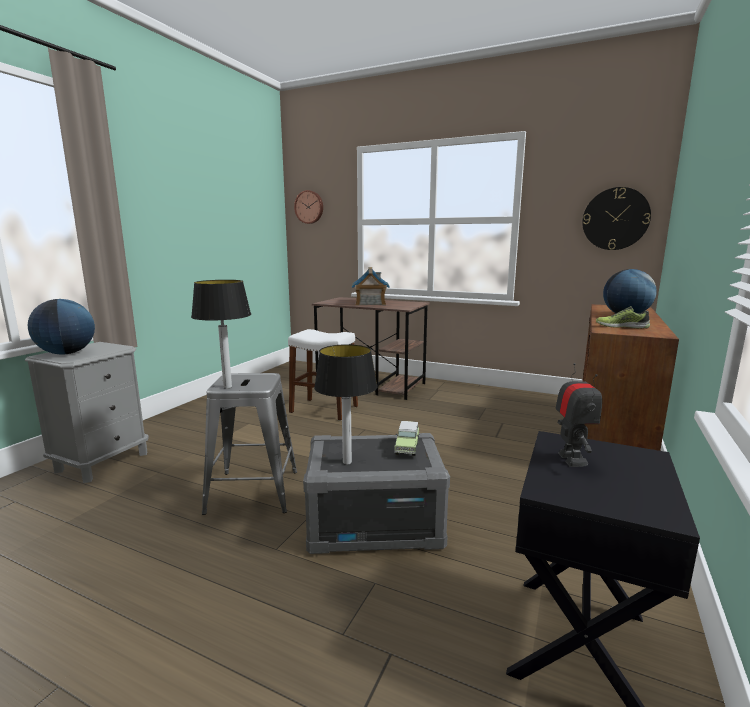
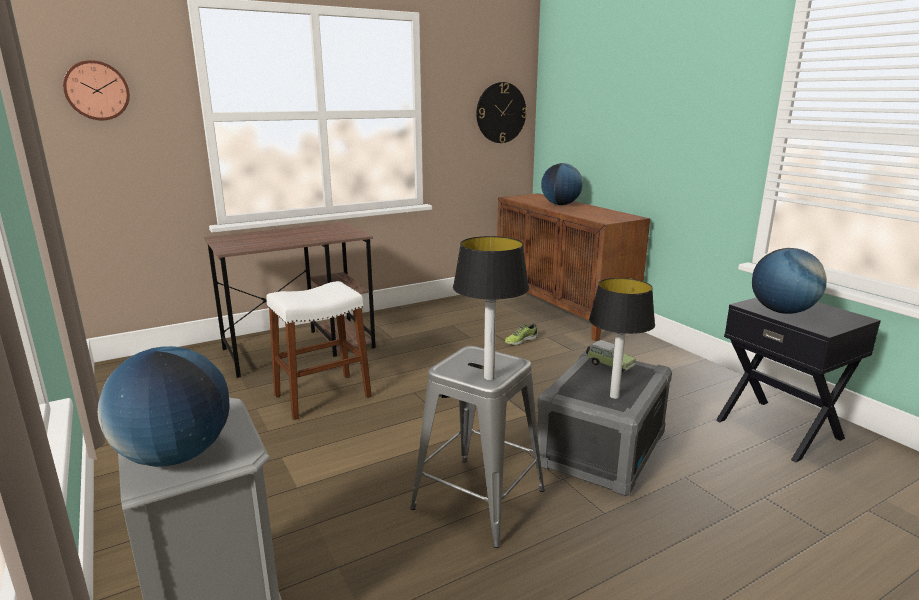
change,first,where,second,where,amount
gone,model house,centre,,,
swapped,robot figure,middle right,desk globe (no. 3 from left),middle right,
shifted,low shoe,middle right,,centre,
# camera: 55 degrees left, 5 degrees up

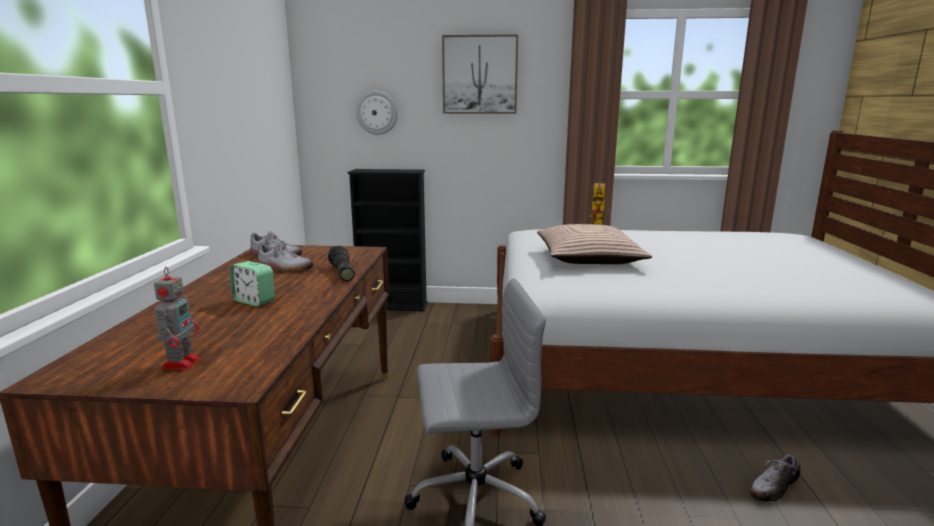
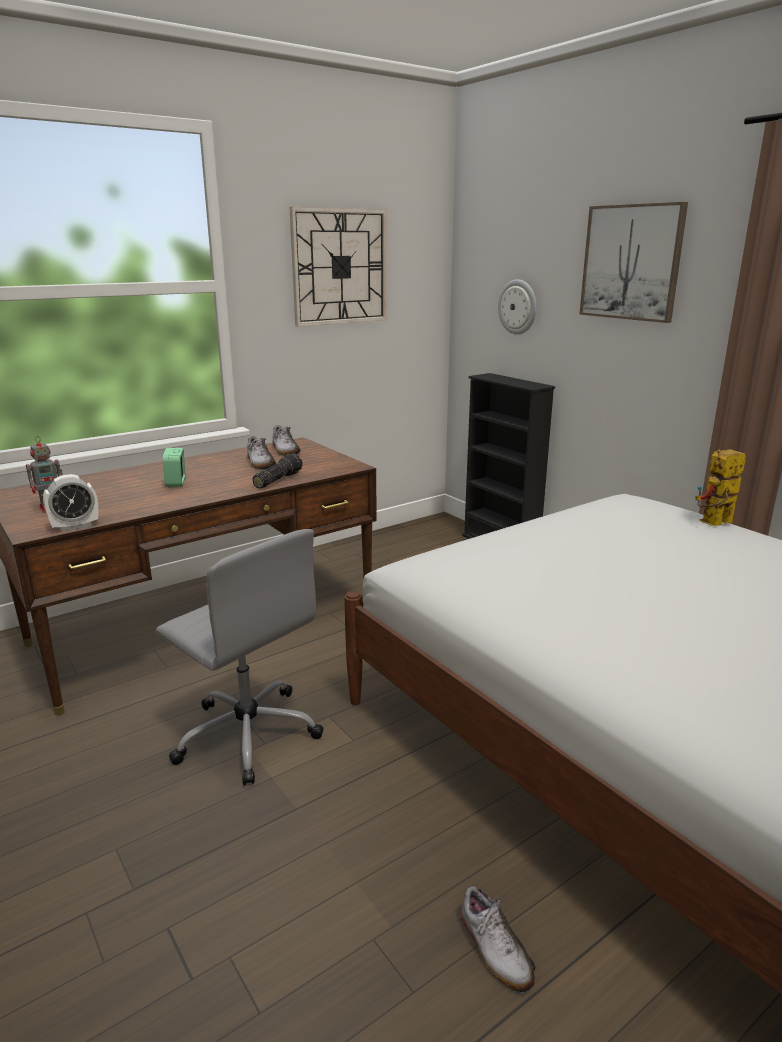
change,first,where,second,where,amount
gone,throw pillow,centre,,,
rotated,low shoe (no. 3 from left),bottom right,,bottom centre,135 degrees counterclockwise
new,,,alarm clock (no. 1 from left),middle left,
new,,,clock on the wall (no. 1 from left),top centre,
# camera: 50 degrees right, 5 degrees up

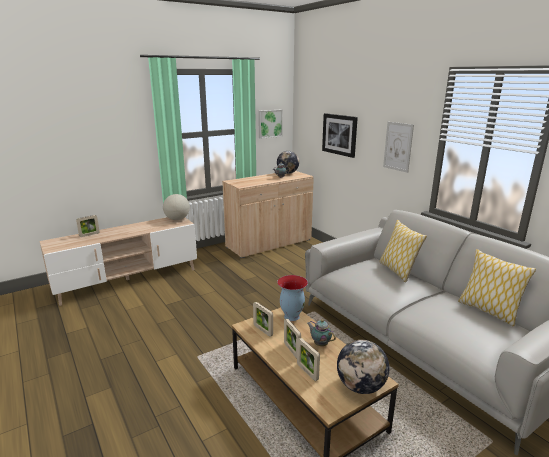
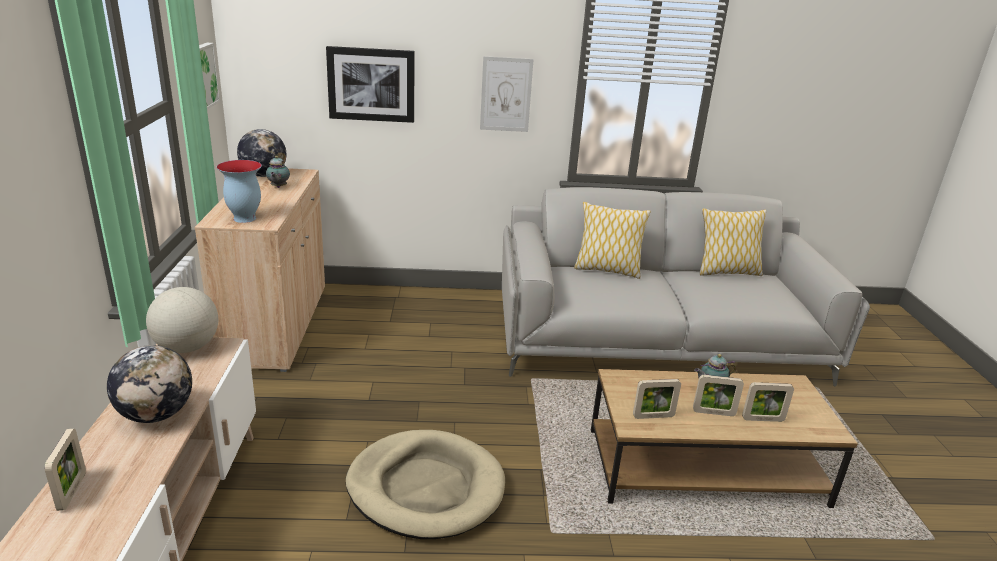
change,first,where,second,where,amount
shifted,vase,centre,,middle left,
shifted,desk globe (no. 3 from left in the first image),bottom centre,desk globe (no. 1 from left),bottom left,
new,,,sand-coloured pet bed,bottom centre,
# camera: 60 degrees left, 5 degrees up

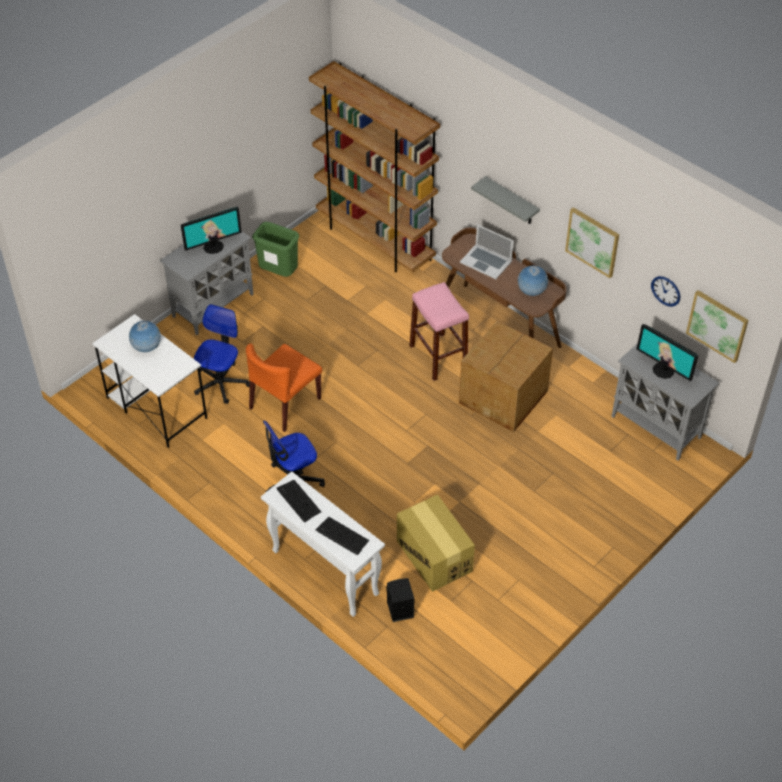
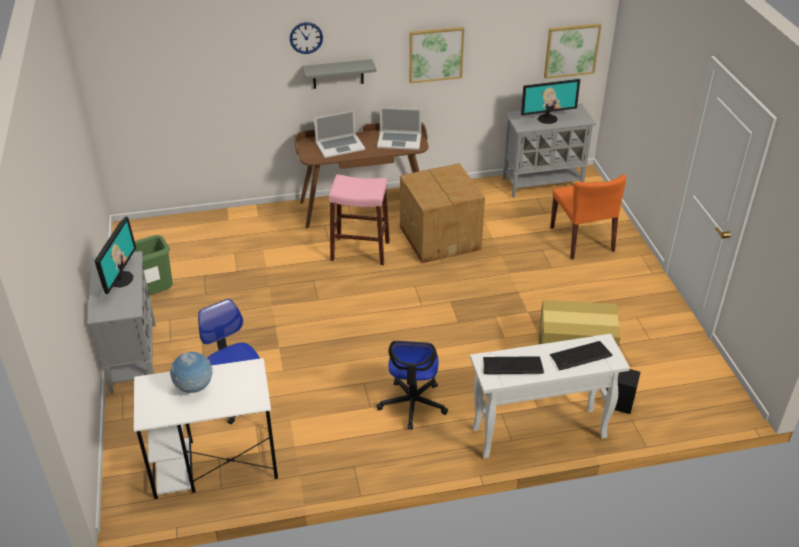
change,first,where,second,where,amount
shifted,orangey upright chair,centre,,middle right,
gone,brownish bookshelf,top centre,,,
swapped,desk globe (no. 2 from left),middle right,notebook computer (no. 2 from left),top centre,
shifted,clock on the wall,middle right,,top centre,
# camera: 55 degrees left, 10 degrees down

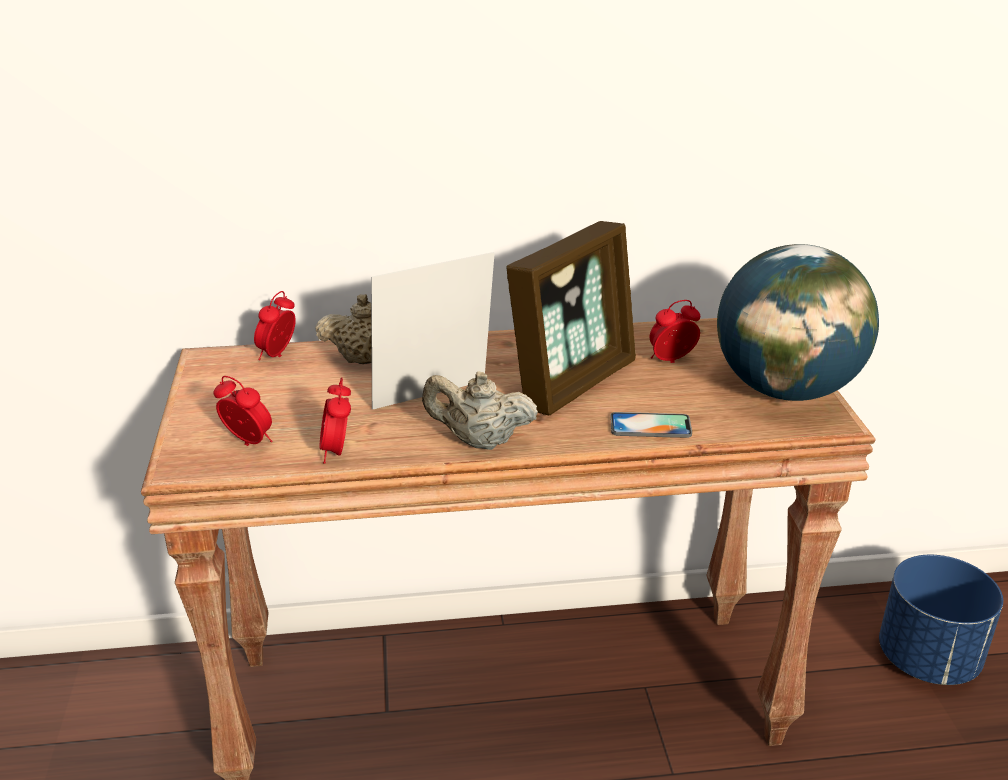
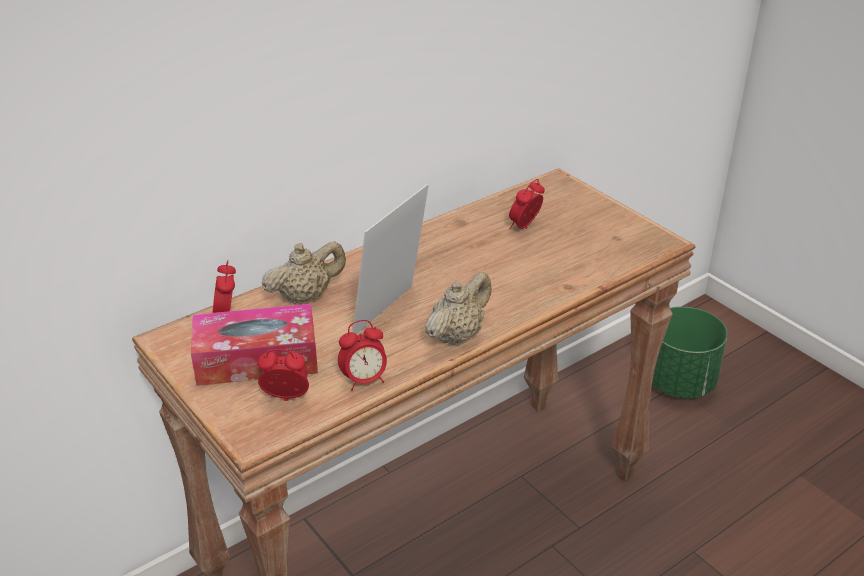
change,first,where,second,where,amount
rotated,alarm clock (no. 3 from left),middle left,,centre,75 degrees counterclockwise
rotated,sand-coloured tea pot (no. 2 from left),centre,,centre,150 degrees clockwise
gone,photo frame (no. 2 from left),centre,,,
gone,phone,centre,,,
gone,desk globe,middle right,,,
repainted,bluish flower pot,bottom right,greenish flower pot,middle right,
new,,,tissue box,middle left,
# camera: 30 degrees left, 5 degrees up

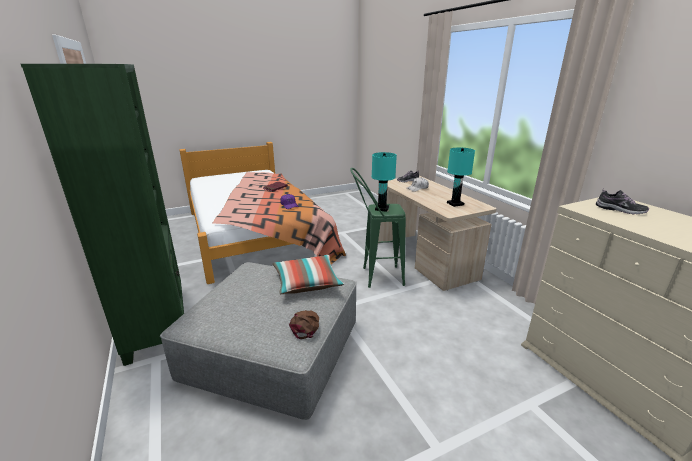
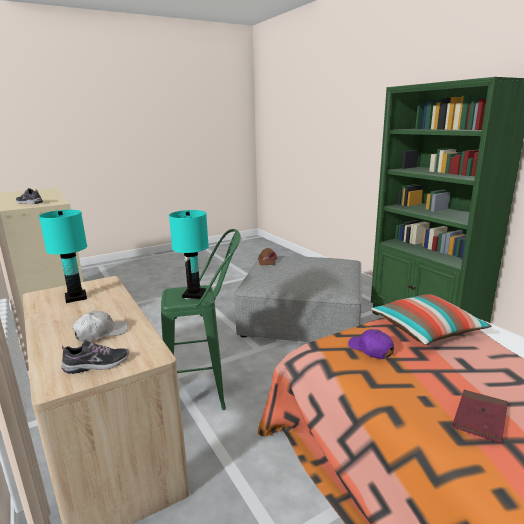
change,first,where,second,where,amount
shifted,throw pillow,centre,,middle right,
# camera: 175 degrees right, 5 degrees down

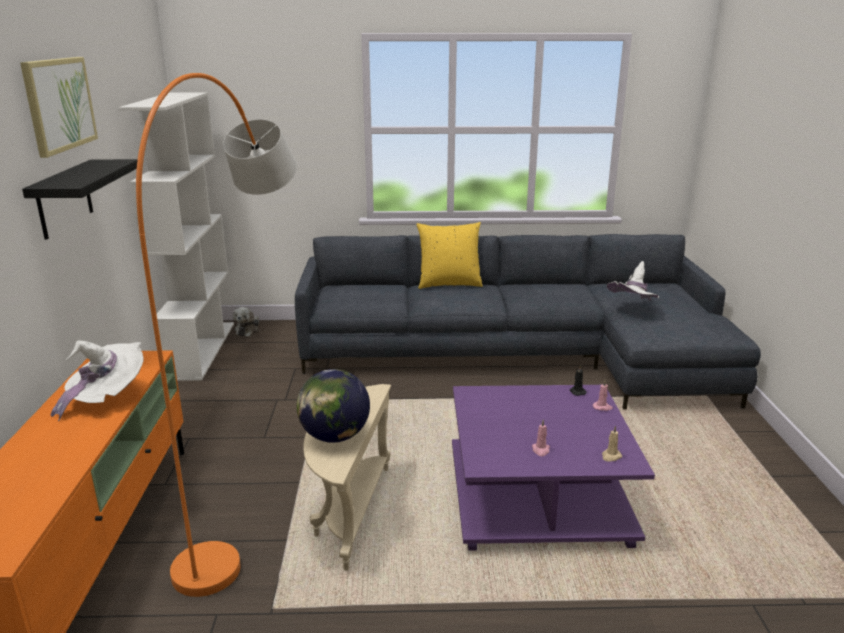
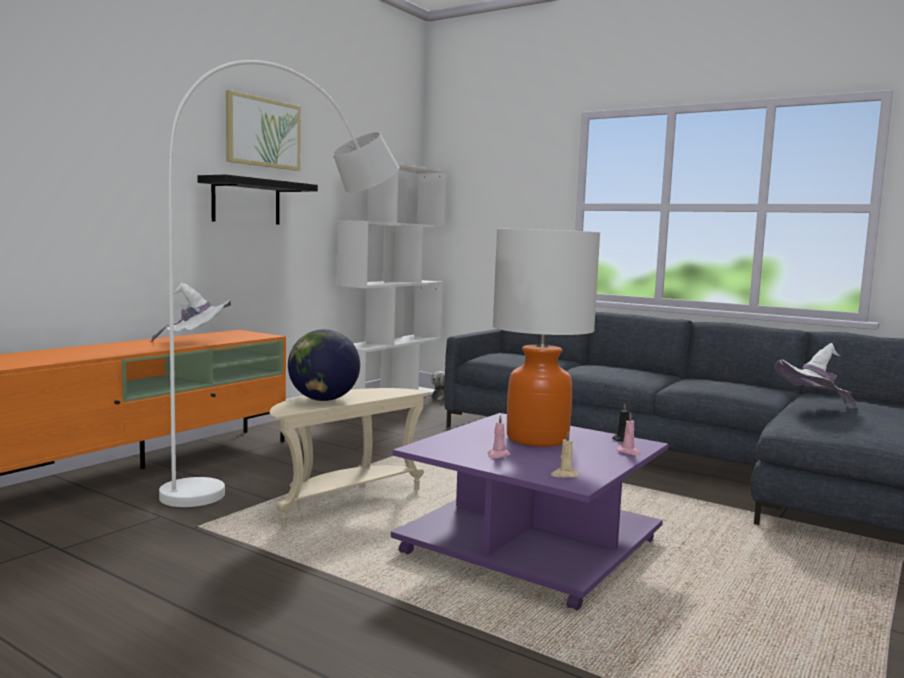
change,first,where,second,where,amount
repainted,orangey standing lamp,middle left,whitish standing lamp,middle left,
gone,yellow-coloured throw pillow,centre,,,
new,,,lamp for a table,centre,
# camera: 35 degrees right, 15 degrees down

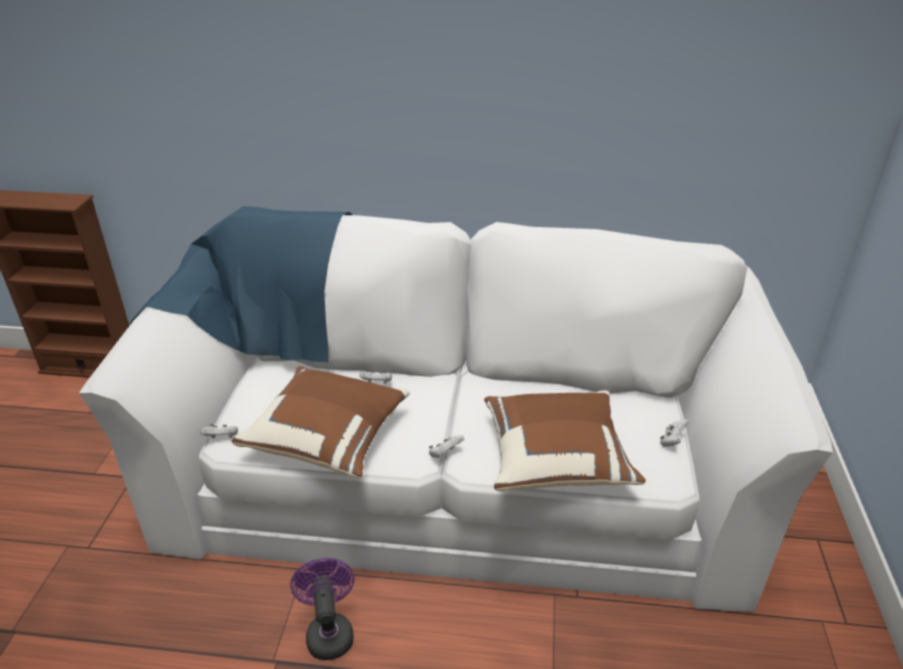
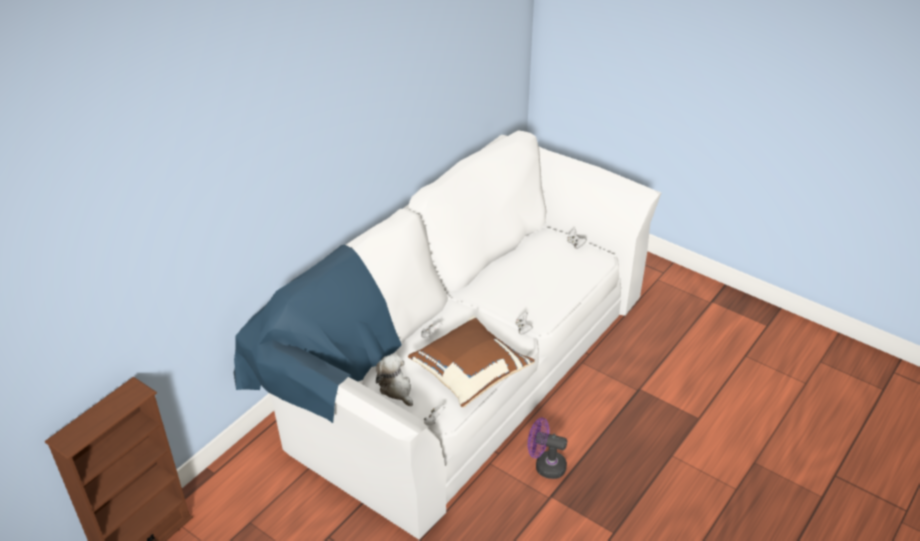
change,first,where,second,where,amount
gone,brownish throw pillow (no. 2 from left),centre,,,
new,,,plush toy,bottom centre,
# camera: 60 degrees left, 5 degrees up

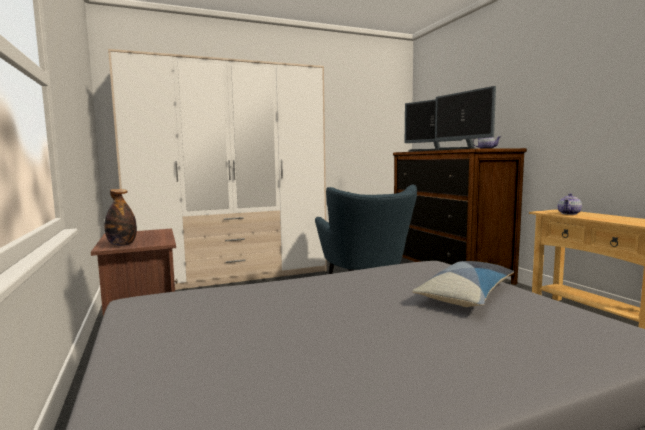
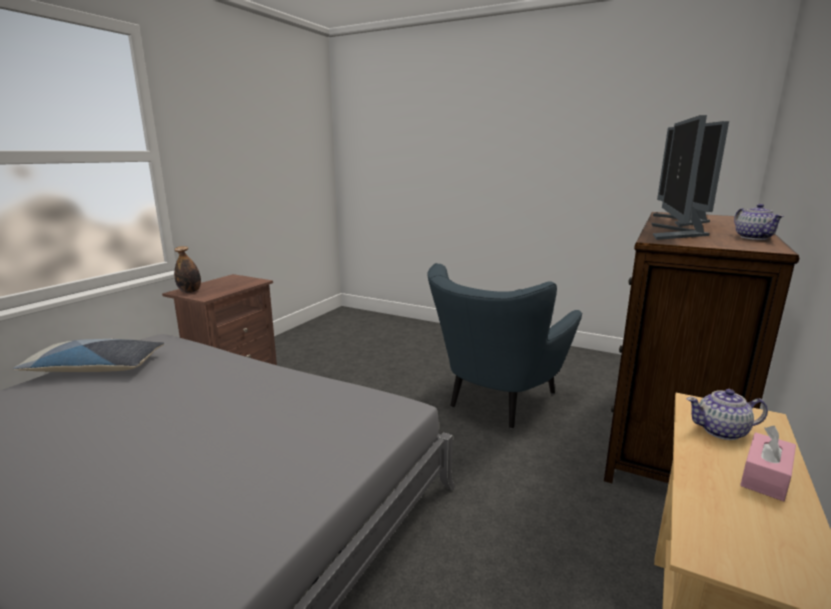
change,first,where,second,where,amount
gone,wardrobe,centre,,,
shifted,throw pillow,middle right,,middle left,
new,,,pink-coloured tissue box,bottom right,
# camera: 50 degrees right, 10 degrees up

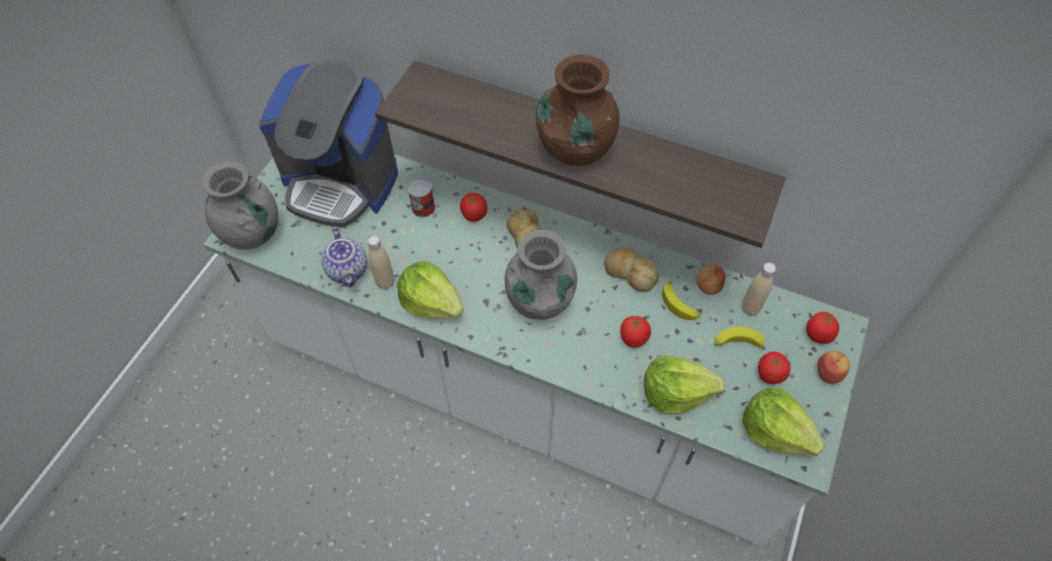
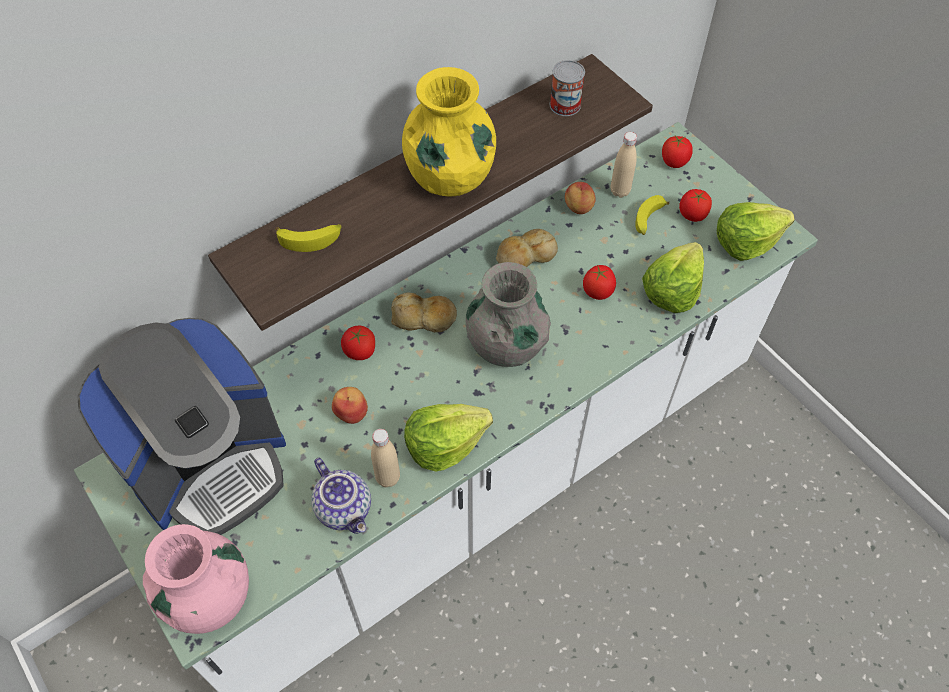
change,first,where,second,where,amount
repainted,grey vase (no. 1 from left),middle left,pink-coloured vase,bottom left,
rotated,tea pot,middle left,,bottom centre,45 degrees clockwise
shifted,can,centre,,top centre,
repainted,brownish vase,top centre,yellow-coloured vase,top centre,
shifted,whole banana (no. 1 from left),centre,,middle left,
shifted,whole apple (no. 2 from left in the first image),middle right,whole apple (no. 1 from left),centre,
# camera: 60 degrees left, 0 degrees up

